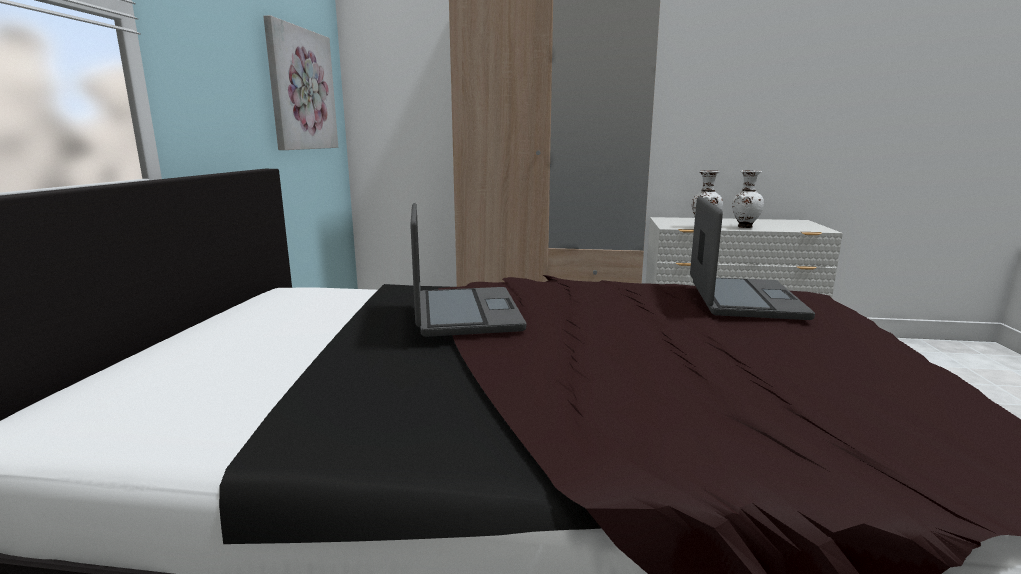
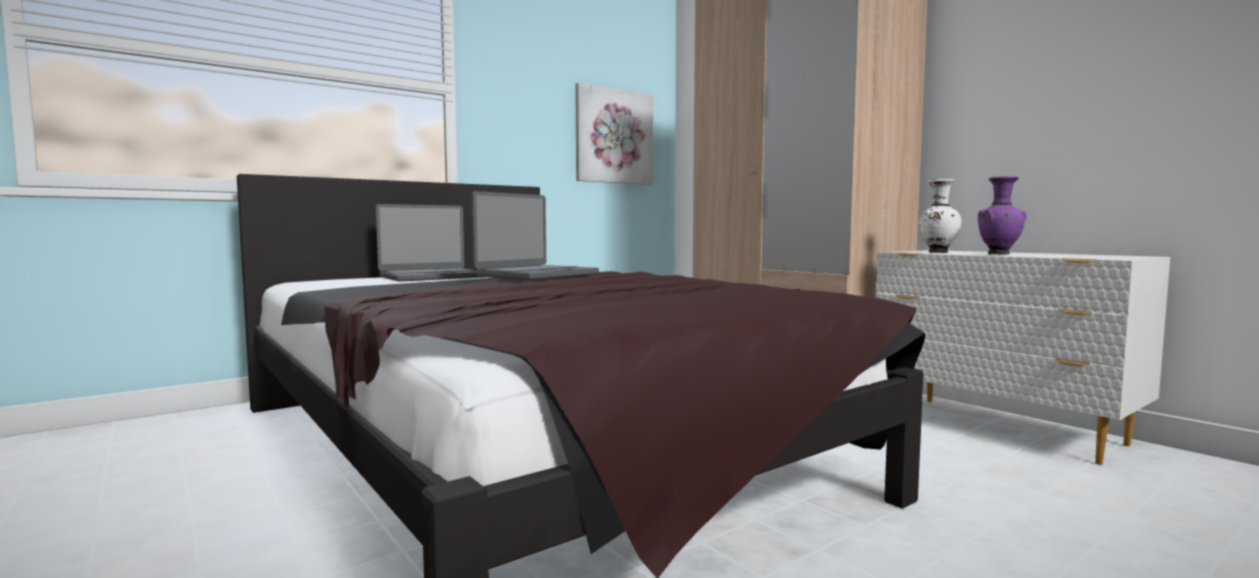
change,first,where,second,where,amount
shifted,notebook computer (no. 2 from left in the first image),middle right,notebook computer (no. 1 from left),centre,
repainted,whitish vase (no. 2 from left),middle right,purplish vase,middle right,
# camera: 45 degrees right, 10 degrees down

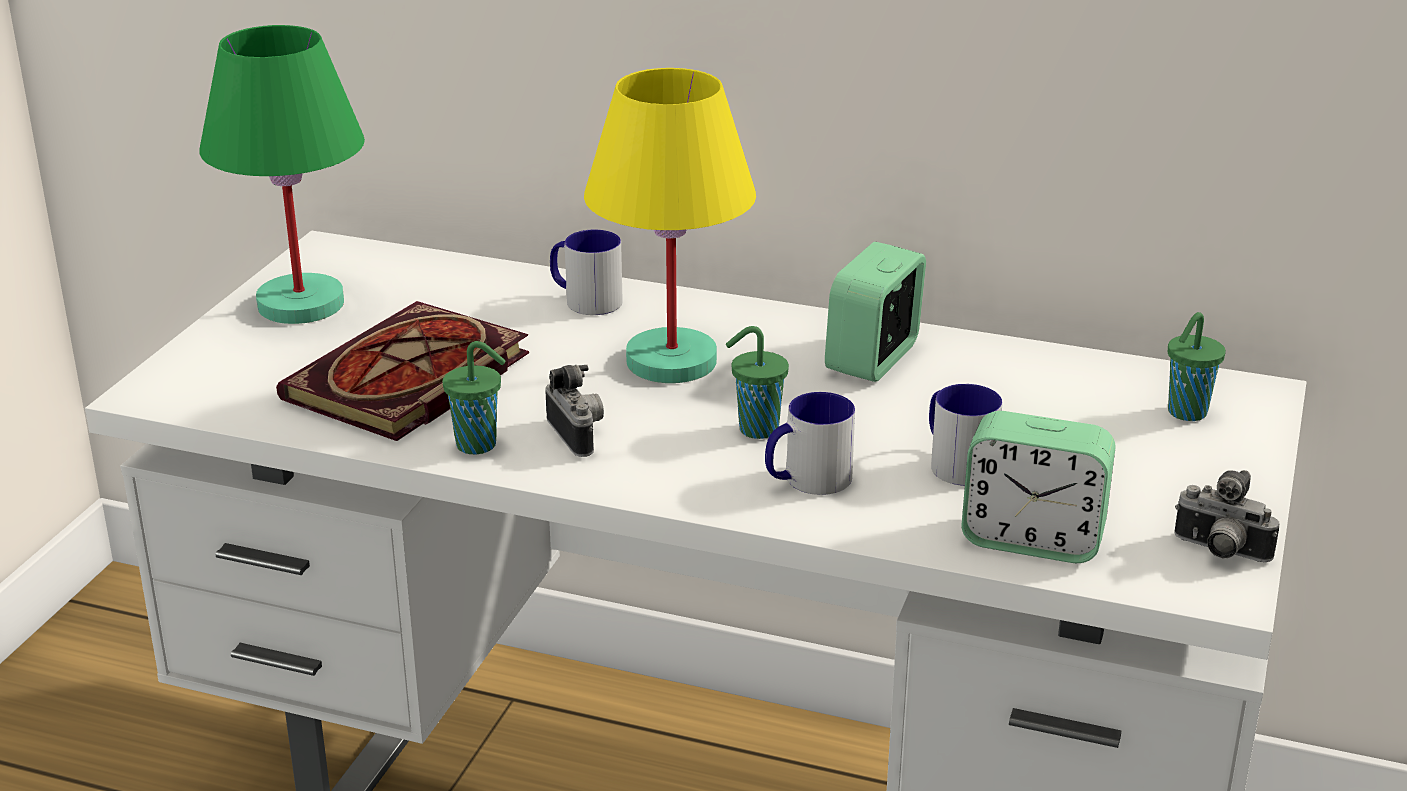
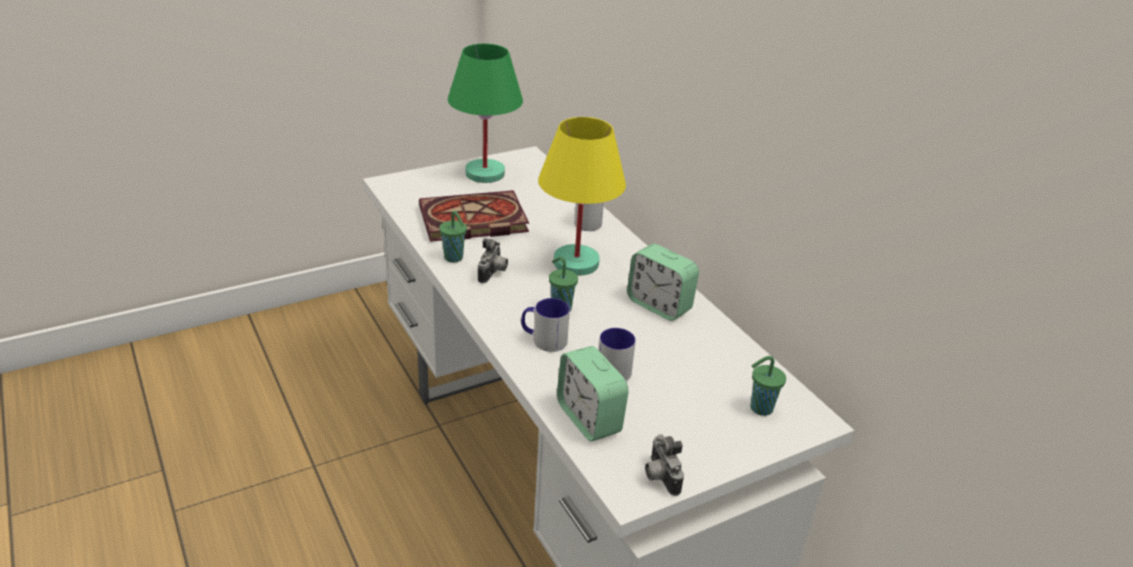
change,first,where,second,where,amount
rotated,alarm clock (no. 1 from left in the first image),centre,alarm clock (no. 2 from left),centre,120 degrees counterclockwise
# camera: 40 degrees right, 5 degrees up

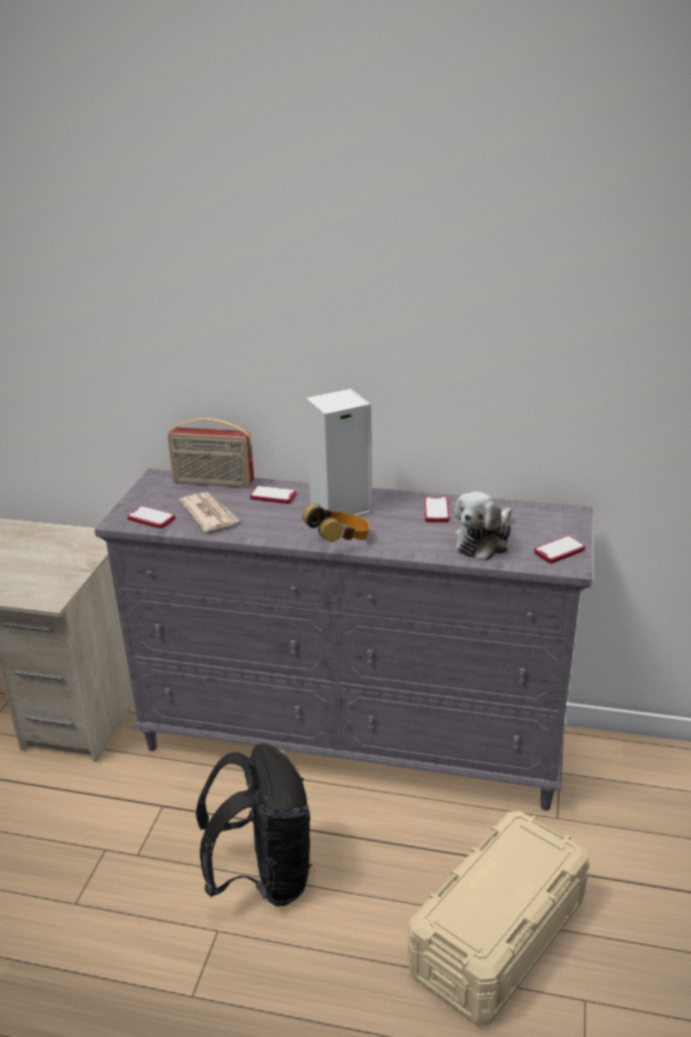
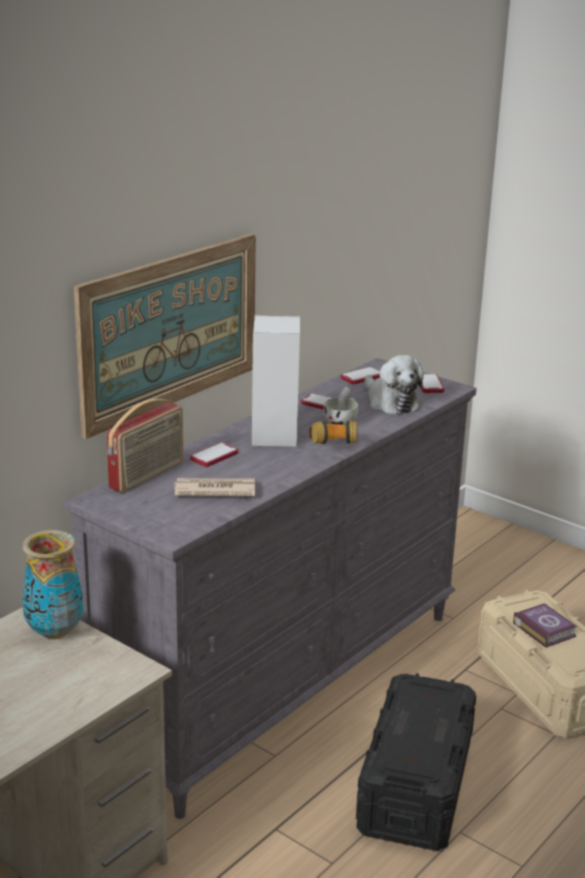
change,first,where,second,where,amount
shifted,phone (no. 1 from left in the first image),middle left,phone (no. 3 from left),centre,
swapped,black-coloured knapsack,bottom centre,black-coloured storage container,bottom right,
new,,,vase,middle left,
new,,,wall art,middle left,
new,,,whitish cup,centre,
new,,,bound book,bottom right,
# camera: 65 degrees left, 5 degrees down

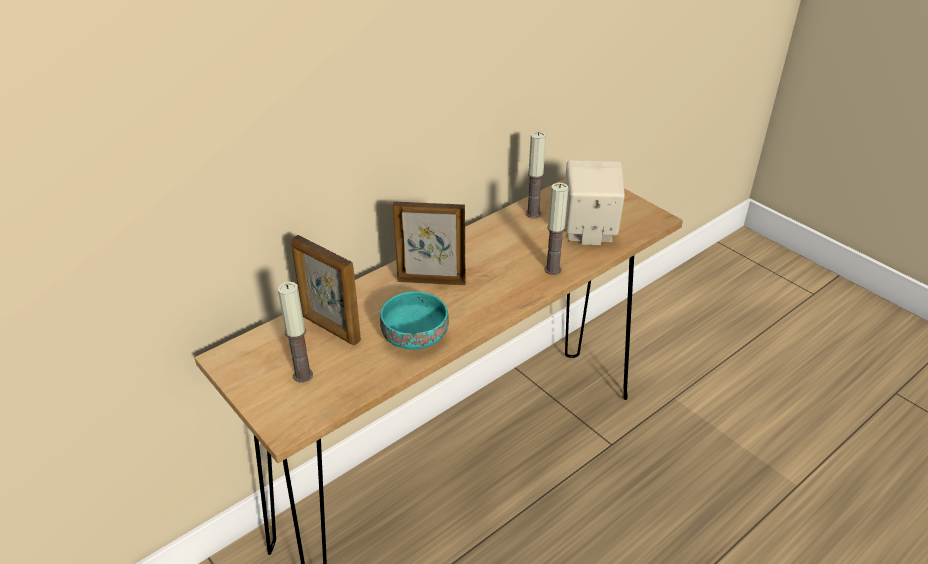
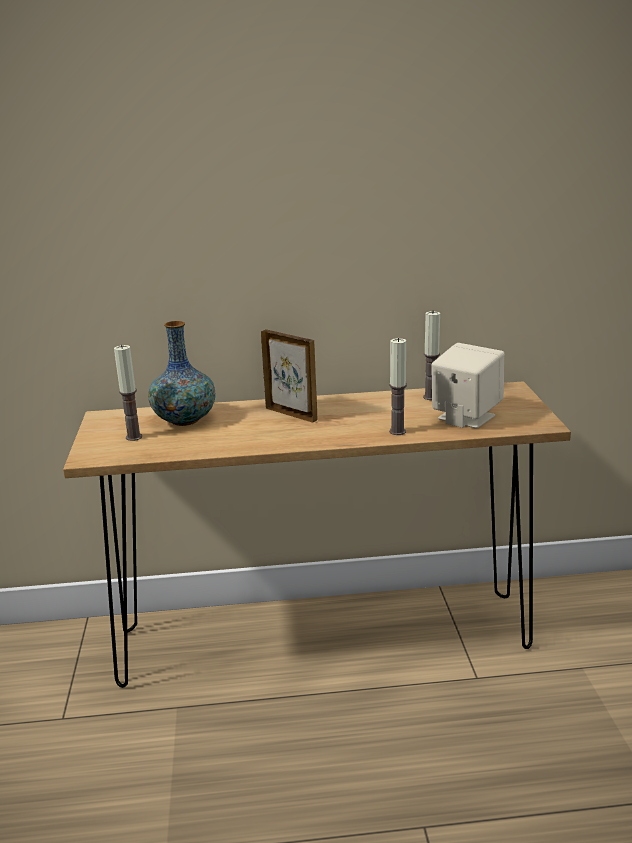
change,first,where,second,where,amount
swapped,photo frame (no. 1 from left),centre,vase,middle left,
gone,turquoise bowl,centre,,,
# camera: 35 degrees right, 15 degrees down

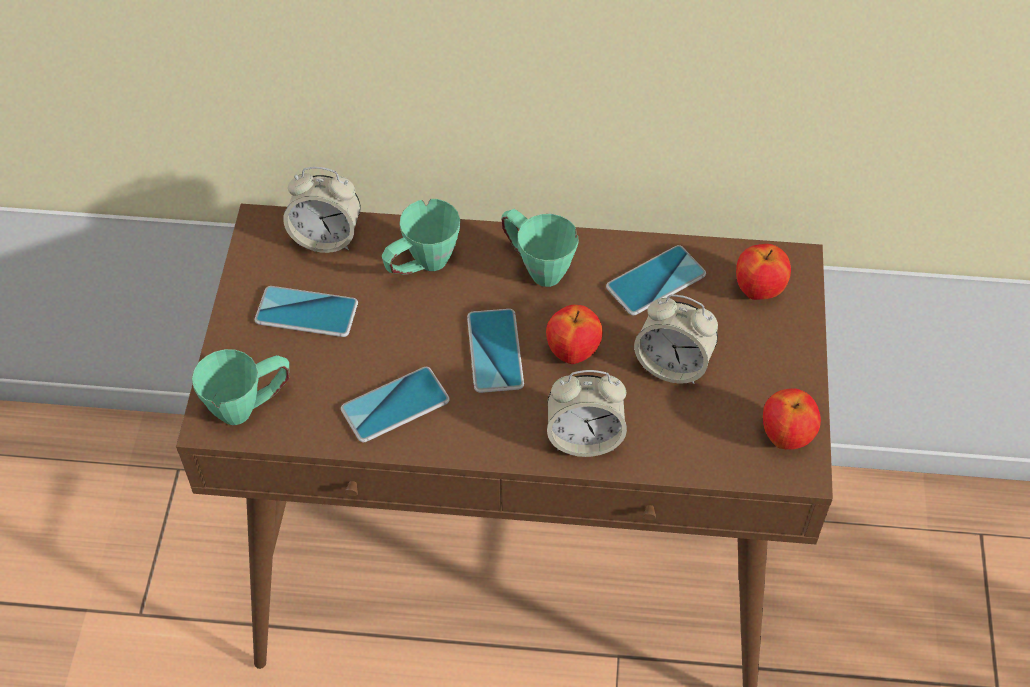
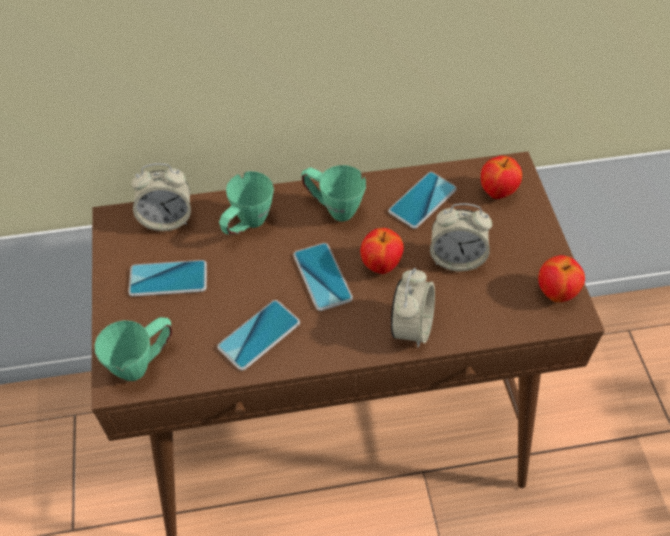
change,first,where,second,where,amount
rotated,alarm clock (no. 2 from left),centre,,centre,60 degrees counterclockwise
# camera: 15 degrees left, 0 degrees up

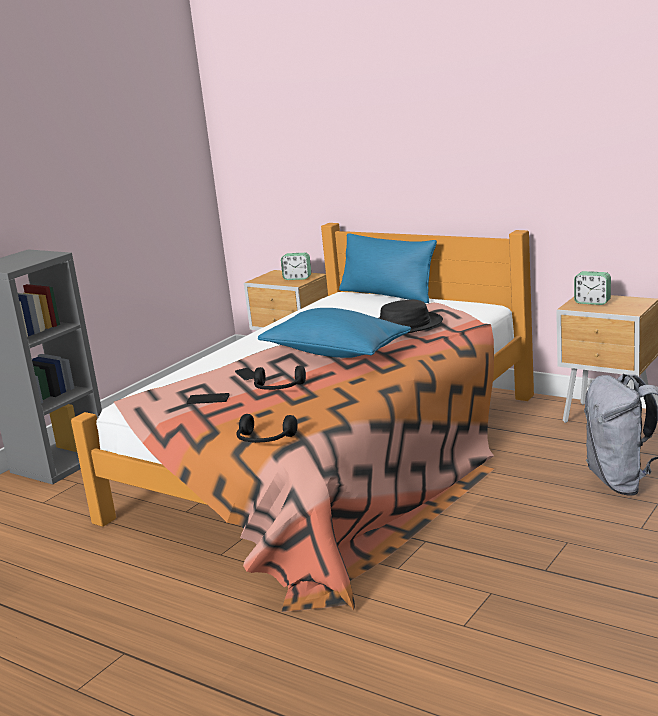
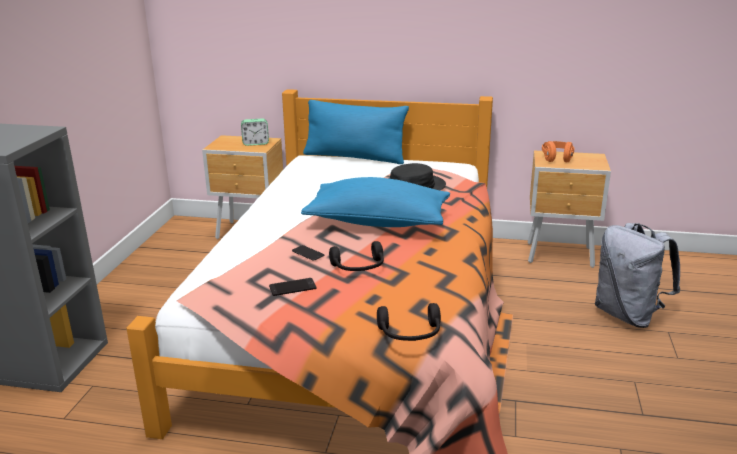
change,first,where,second,where,amount
swapped,alarm clock (no. 2 from left),middle right,orangey headset,top right,
# camera: 25 degrees left, 5 degrees up

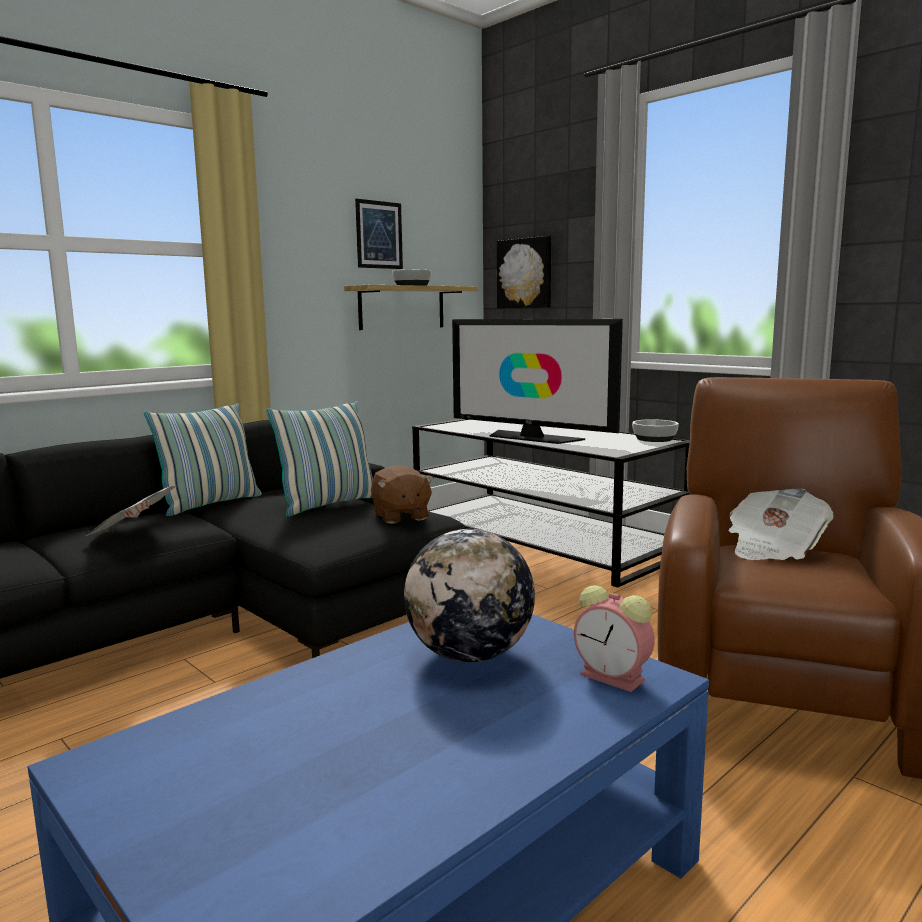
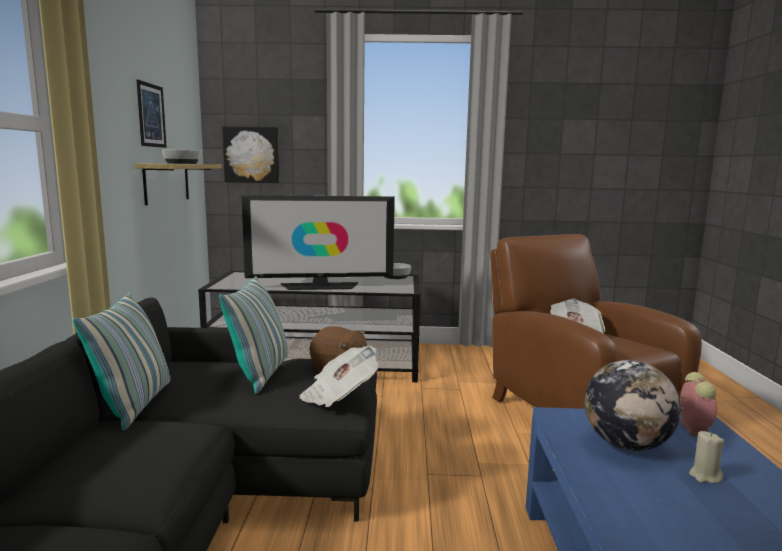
change,first,where,second,where,amount
shifted,daily paper (no. 1 from left),middle left,,bottom centre,
rotated,alarm clock,bottom centre,,bottom right,75 degrees counterclockwise
new,,,sand-coloured wax candle,bottom right,
# camera: 45 degrees left, 0 degrees up

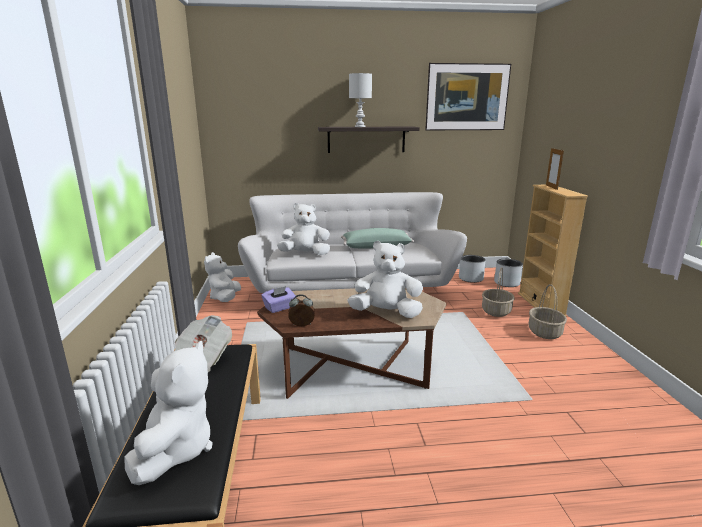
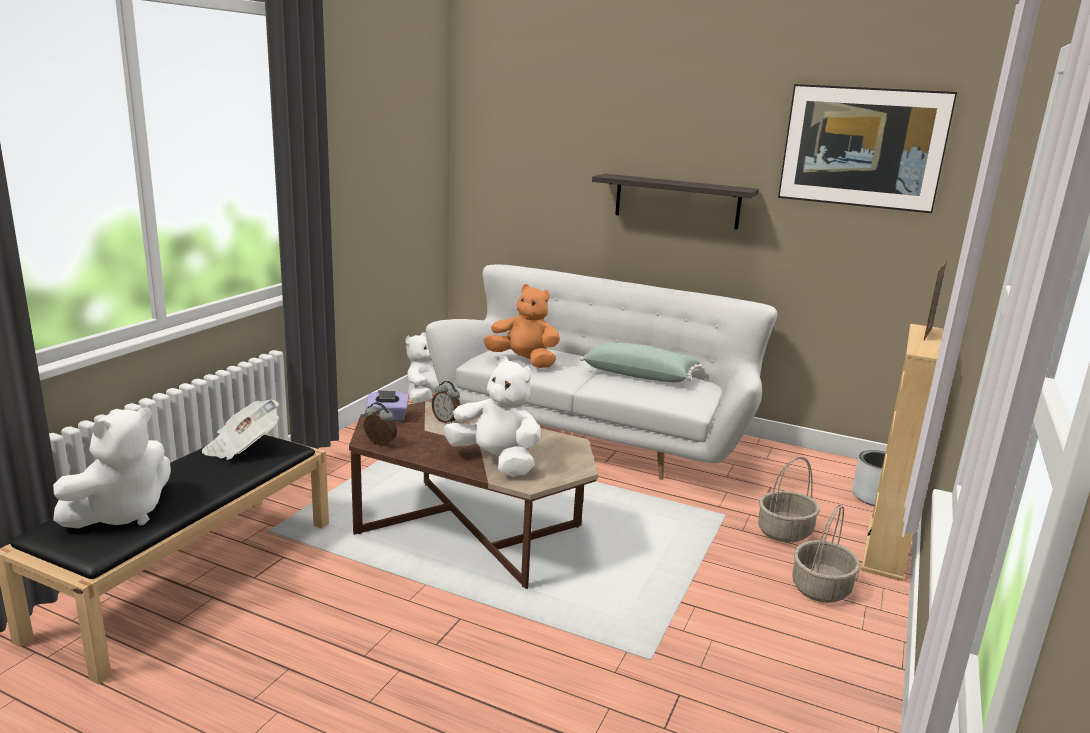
change,first,where,second,where,amount
repainted,whitish plush toy (no. 3 from left),centre,orangey plush toy,centre,
gone,whitish lamp for a table,top centre,,,
gone,grey flower pot (no. 1 from left),middle right,,,
new,,,alarm clock (no. 2 from left),centre,
# camera: 30 degrees right, 0 degrees up

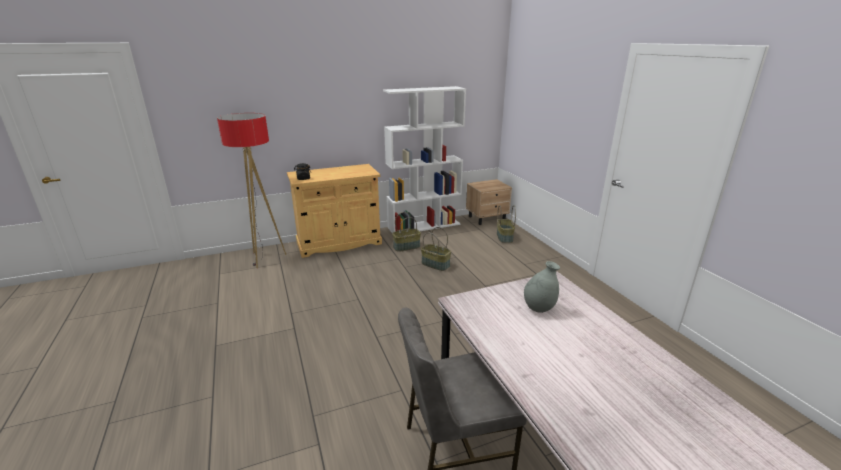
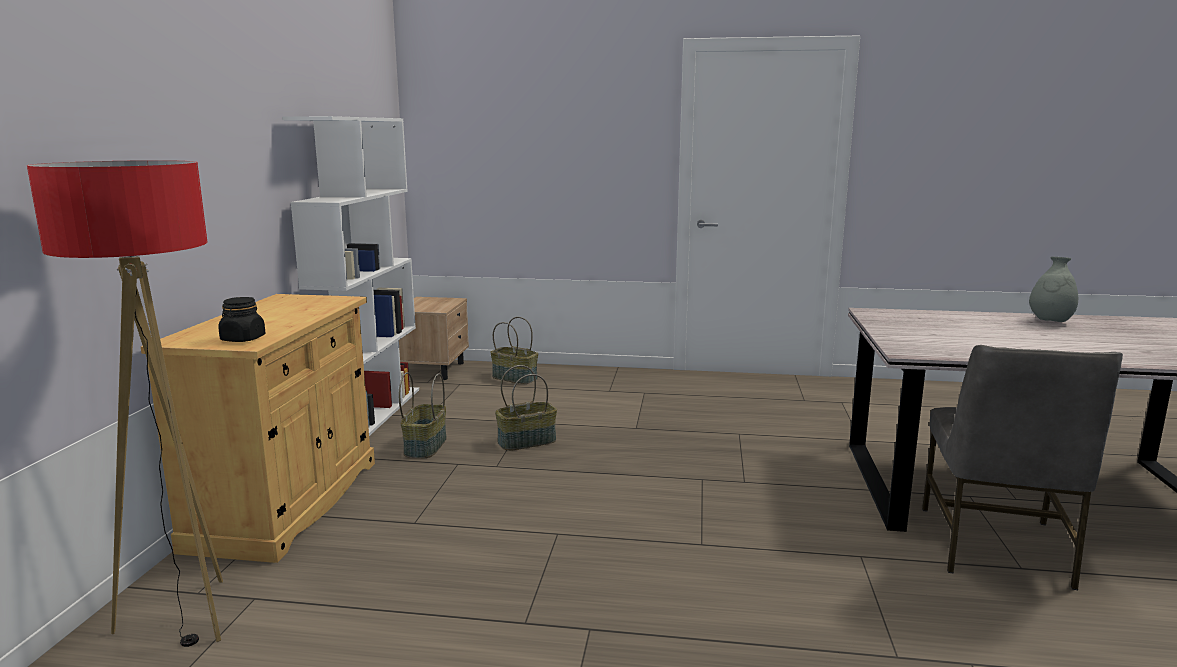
change,first,where,second,where,amount
shifted,grey vase,centre,,middle right,
# camera: 60 degrees left, 10 degrees down

